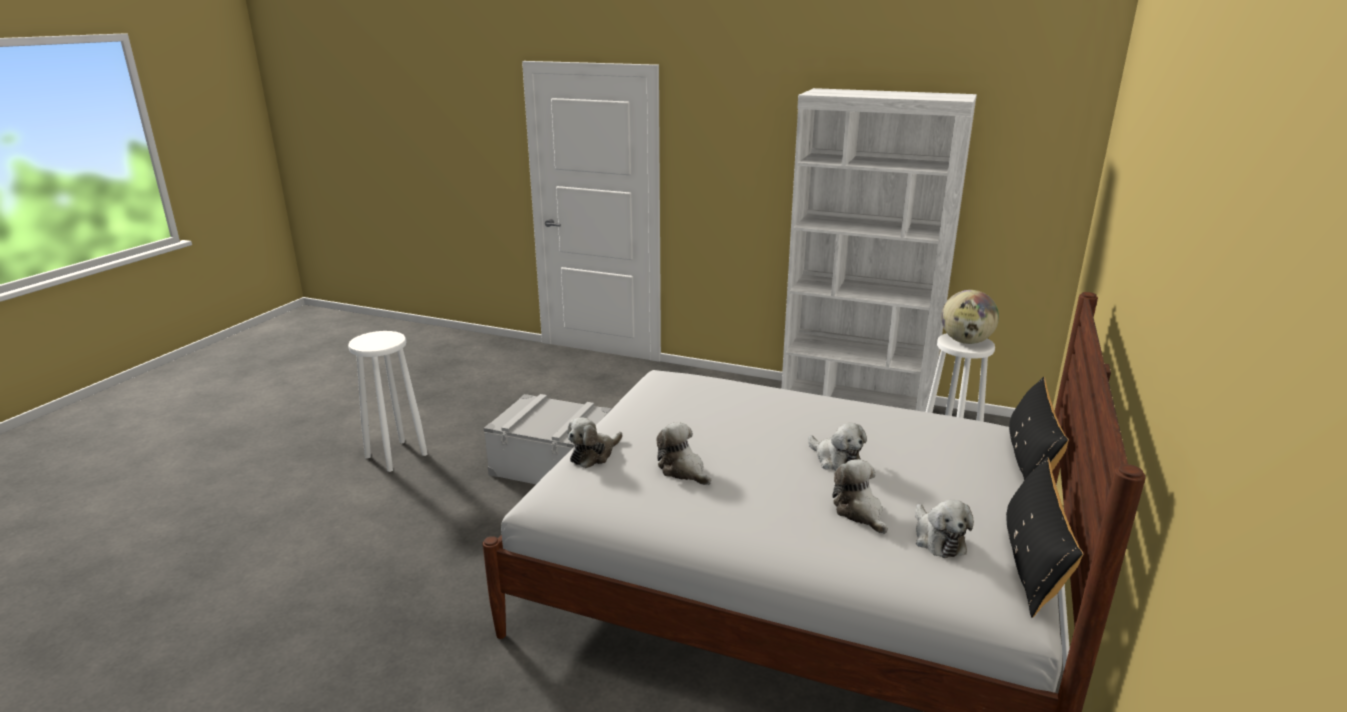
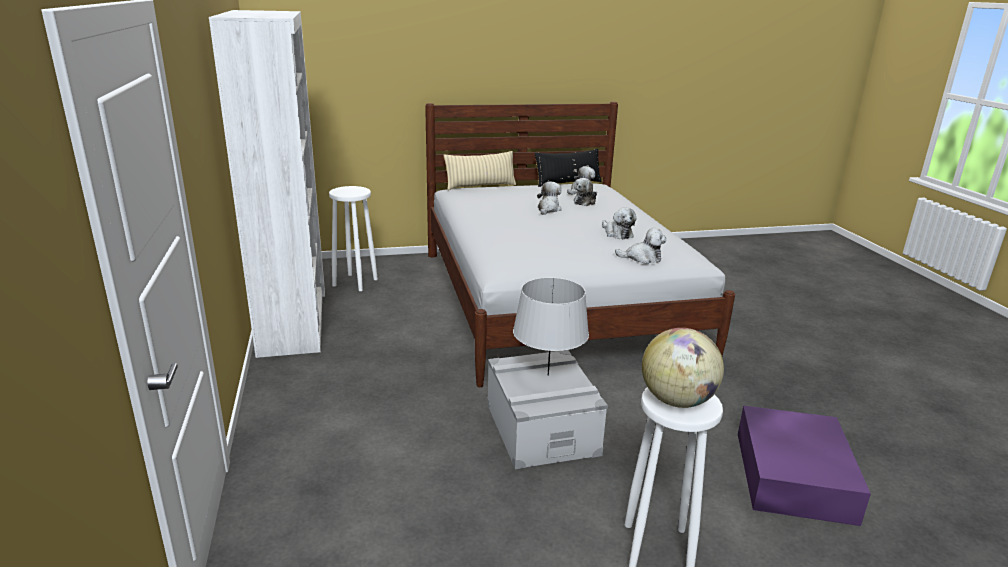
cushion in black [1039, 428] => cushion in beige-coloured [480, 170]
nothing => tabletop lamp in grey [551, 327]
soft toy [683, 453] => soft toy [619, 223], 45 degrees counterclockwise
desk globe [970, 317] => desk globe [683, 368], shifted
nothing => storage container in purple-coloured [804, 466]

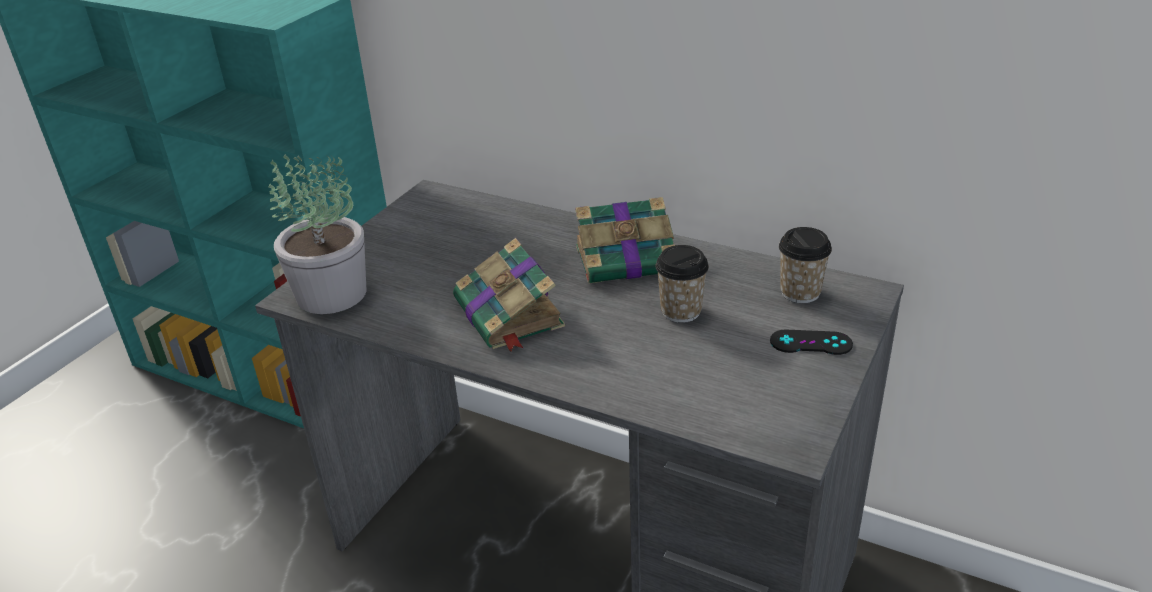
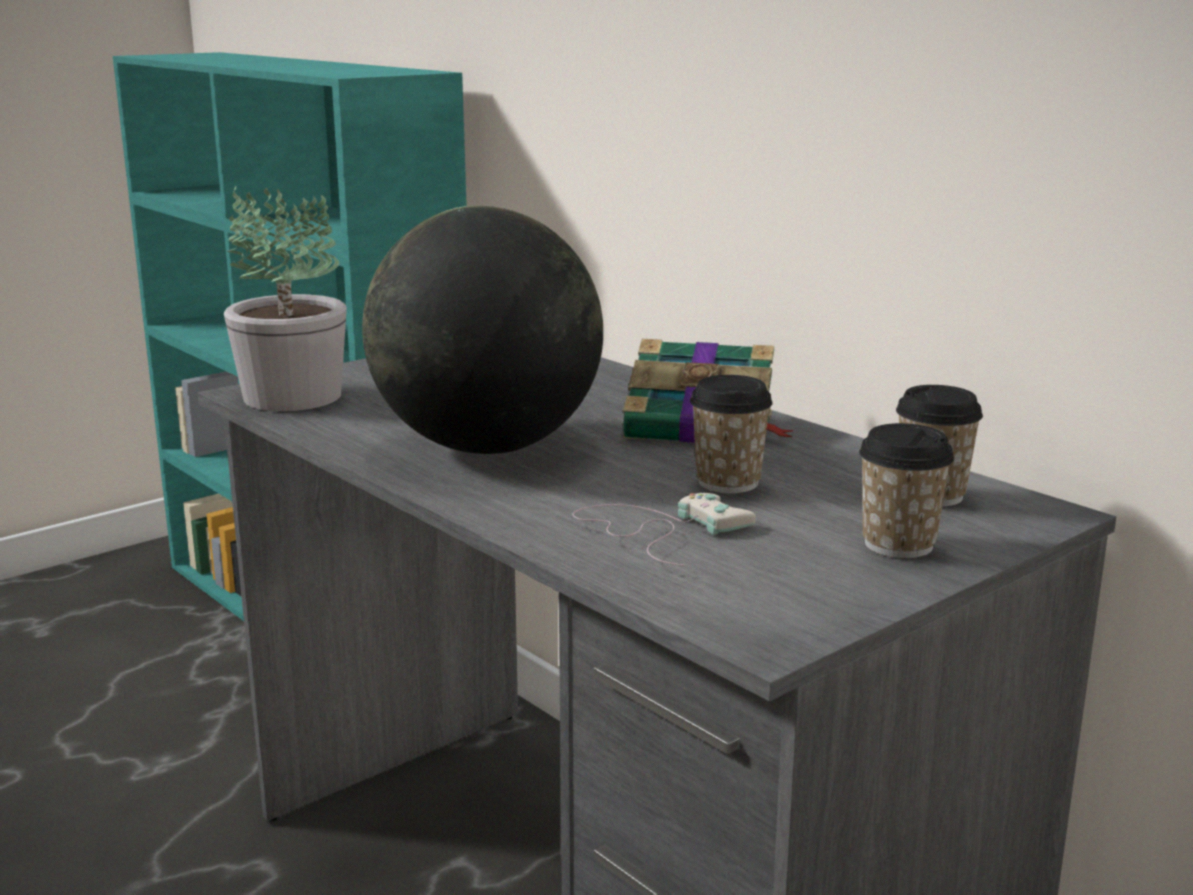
bound book [509, 295] => desk globe [482, 330]
nothing => gamepad in white [664, 529]
gamepad in black [811, 342] => small cup [906, 490]

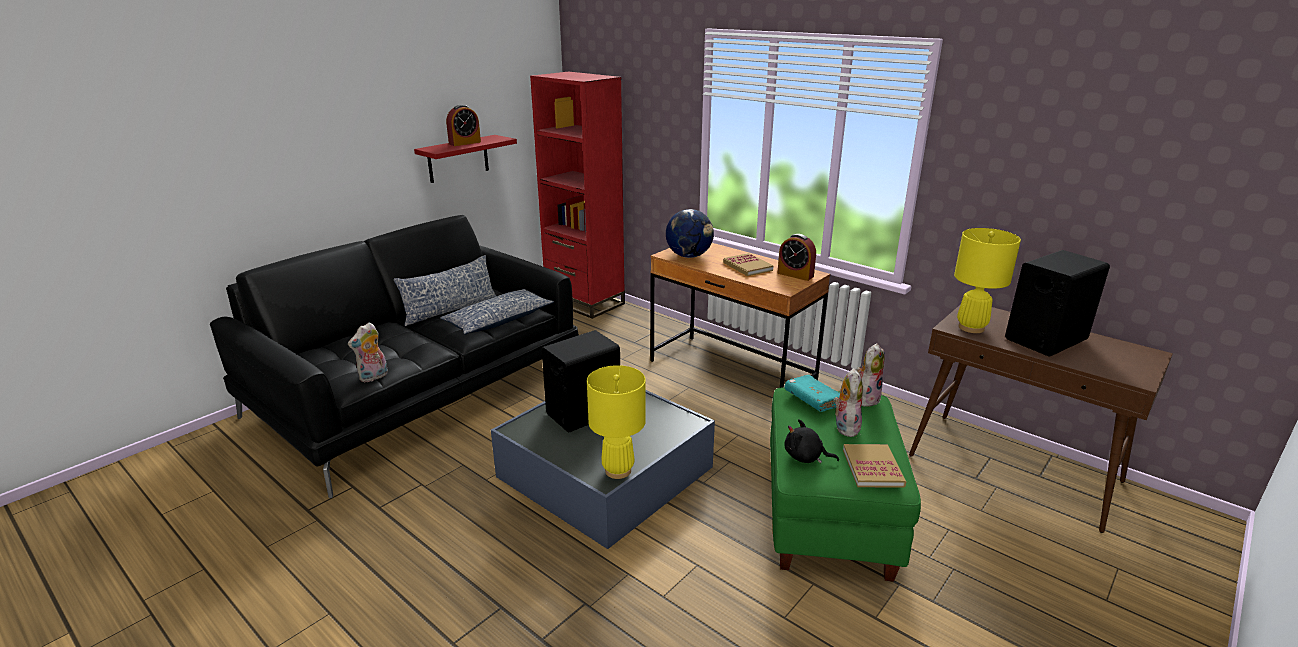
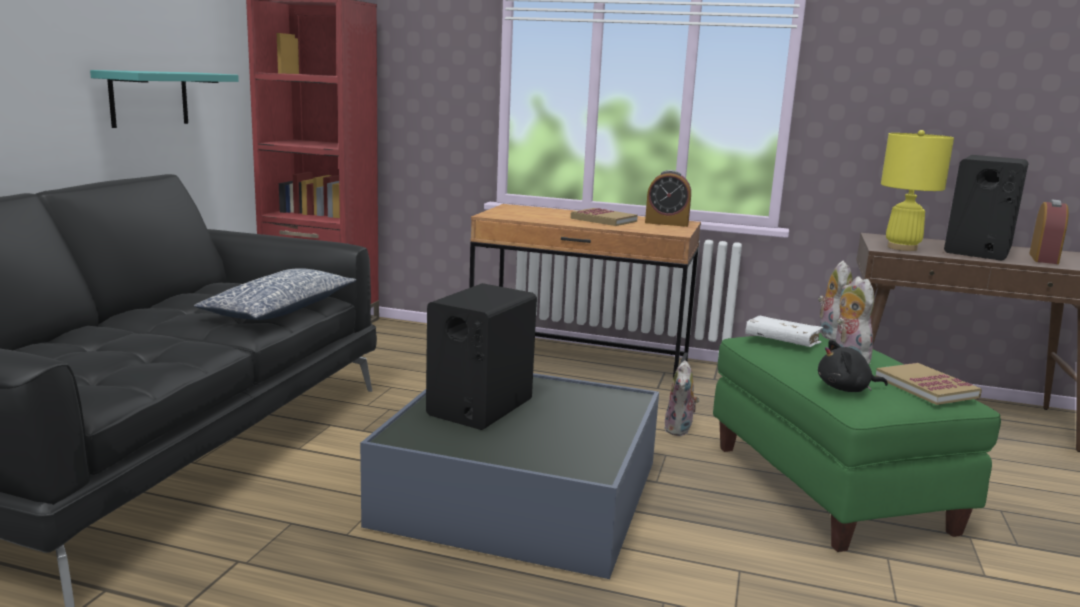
bracket shelf in red [465, 159] => bracket shelf in turquoise-coloured [164, 99]
soft toy [368, 352] => soft toy [682, 398], shifted
bound book in turquoise-coloured [812, 393] => bound book in white [784, 331]
alarm clock [463, 125] => alarm clock [1049, 232], shifted
cushion [445, 291] => nothing
tabletop lamp in yellow [616, 422] => nothing
desk globe [690, 233] => nothing

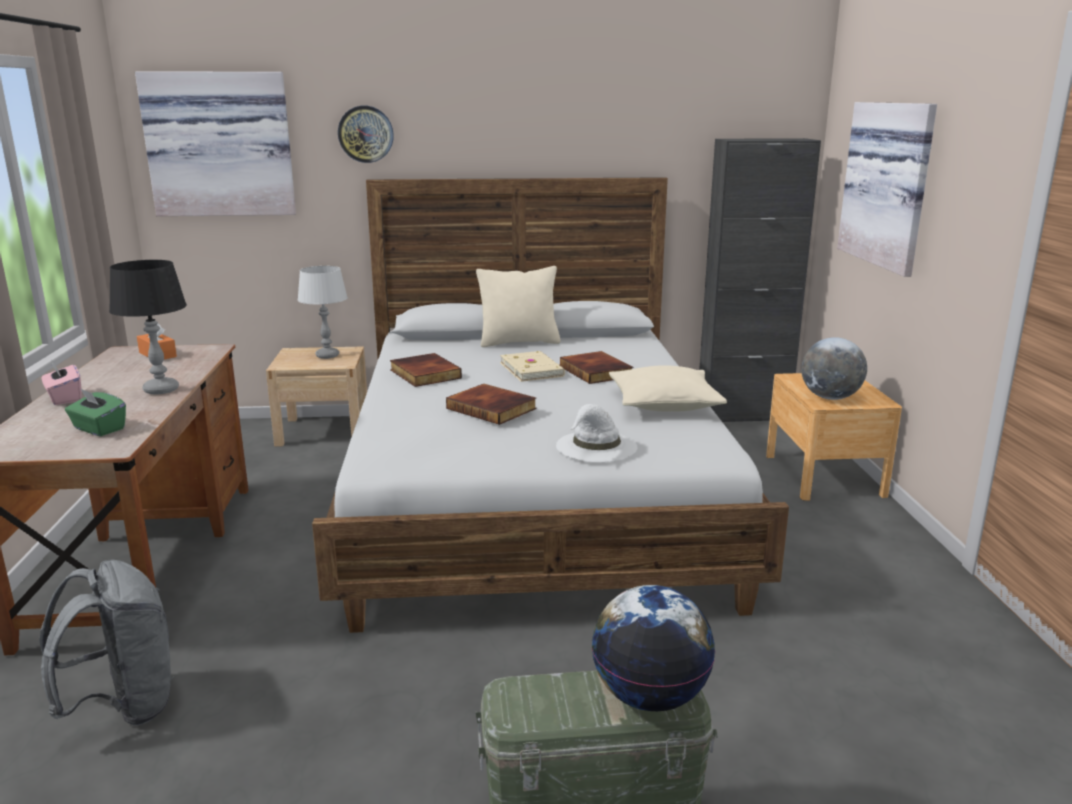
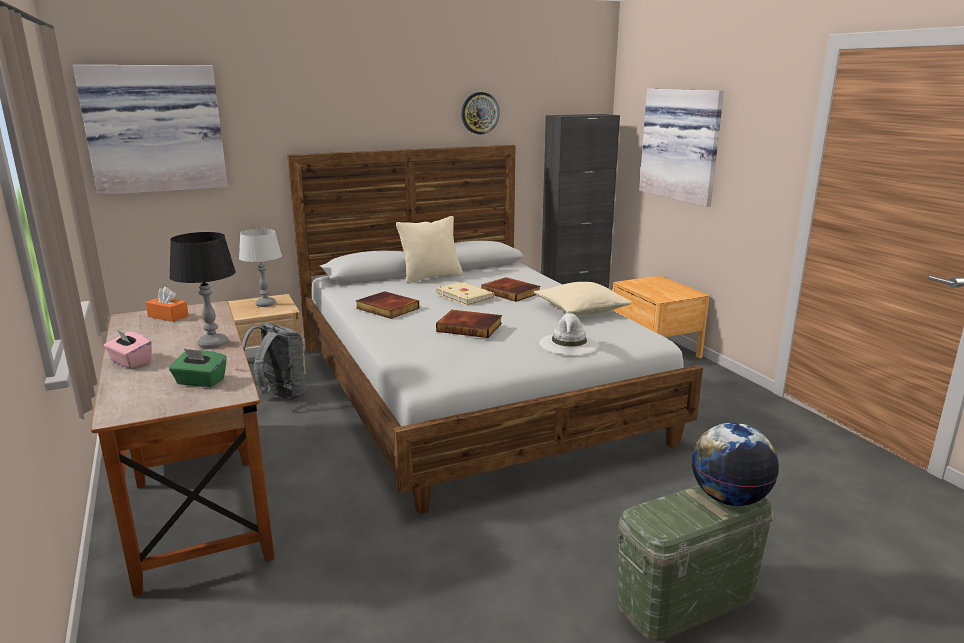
backpack in grey [106, 642] => backpack in grey [274, 361], shifted
wall clock [366, 134] => wall clock [480, 113], shifted
desk globe [834, 368] => nothing

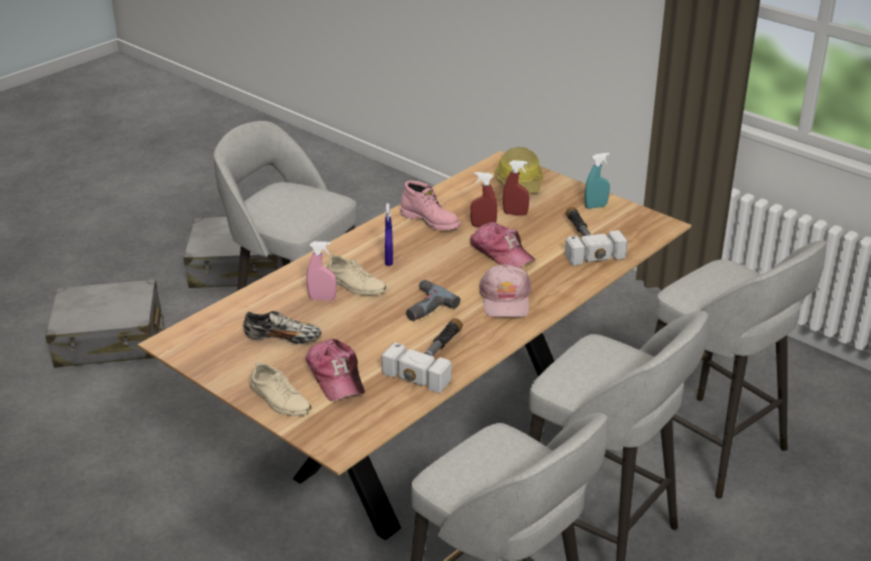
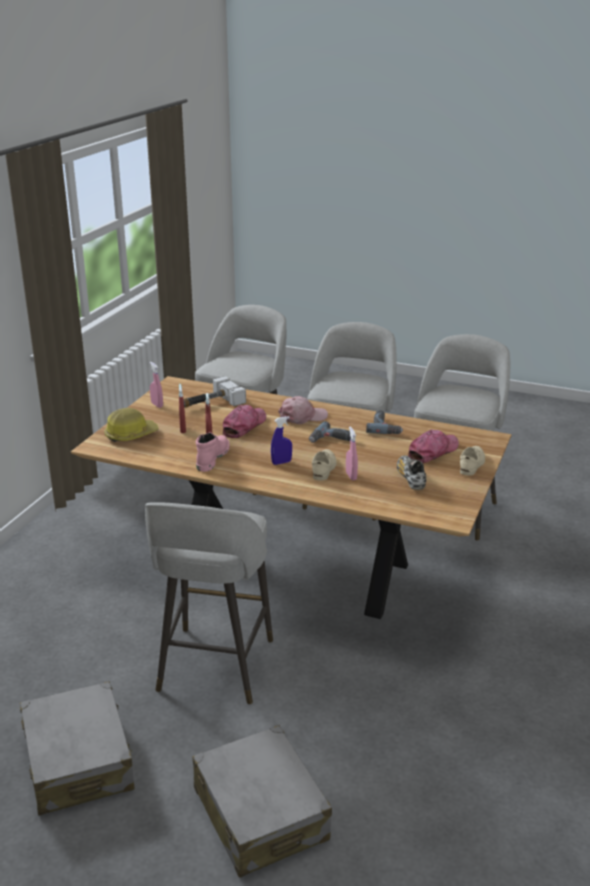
hand sprayer in turquoise-coloured [597, 181] => hand sprayer in pink-coloured [156, 385]
hammer [422, 355] => electric drill [384, 422]

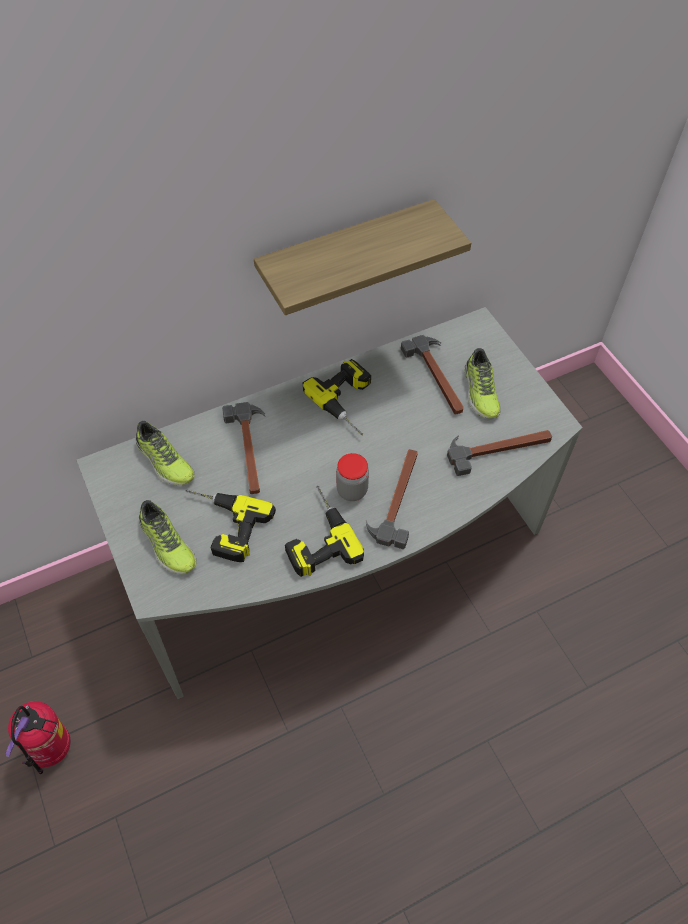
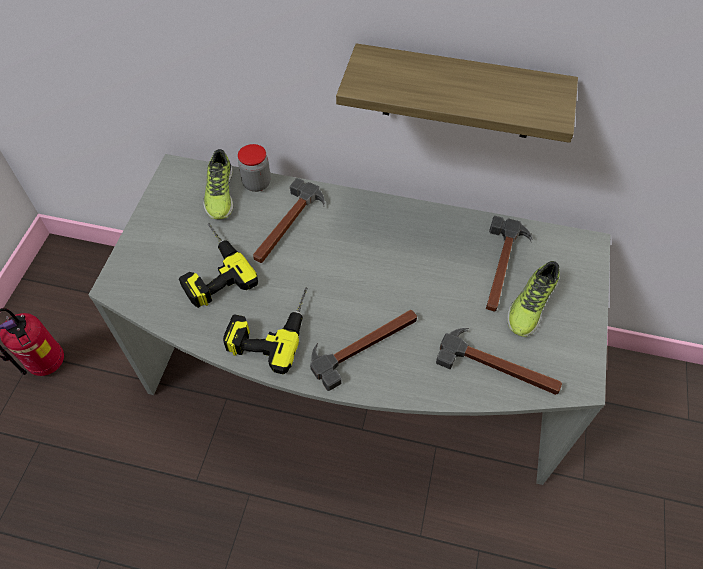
jar [352, 477] => jar [254, 168], shifted
item of footwear [168, 537] => nothing
electric drill [337, 397] => nothing

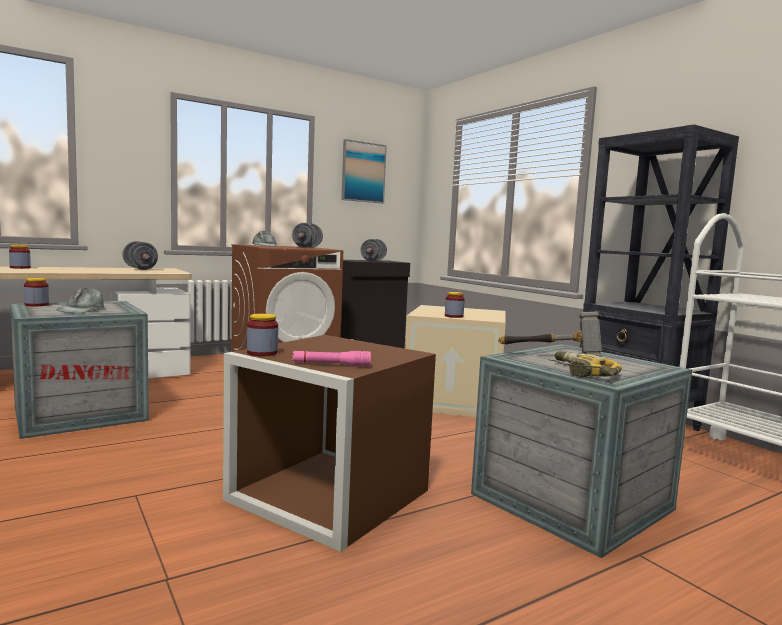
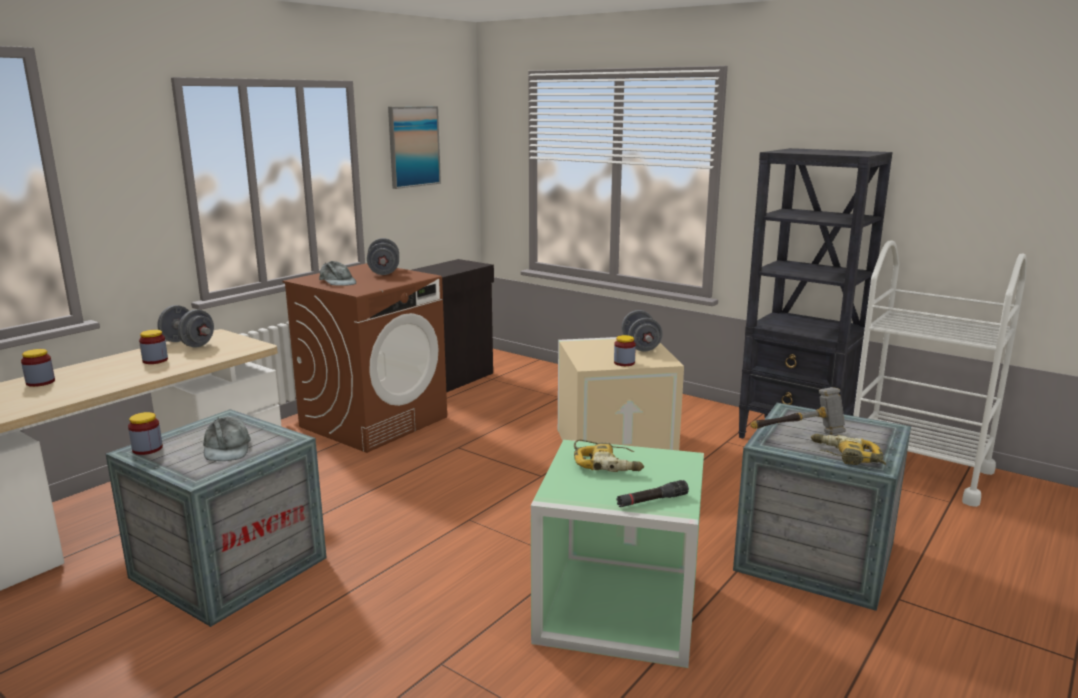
jar [262, 335] => jar [153, 347], shifted
storage container in brown [329, 443] => storage container in greenish [617, 554]
nothing => electric drill [609, 456]
torch in pink-coloured [331, 358] => torch in black [652, 493]
free weight in grey [374, 250] => free weight in grey [642, 331], shifted

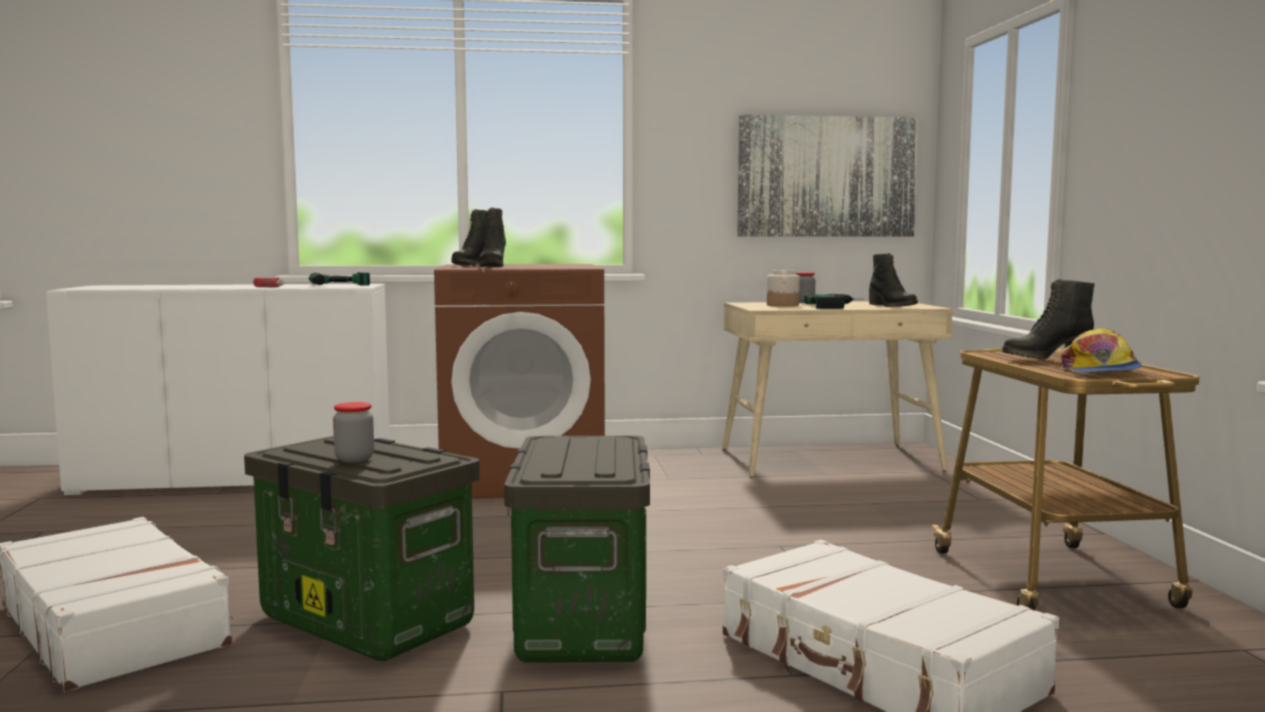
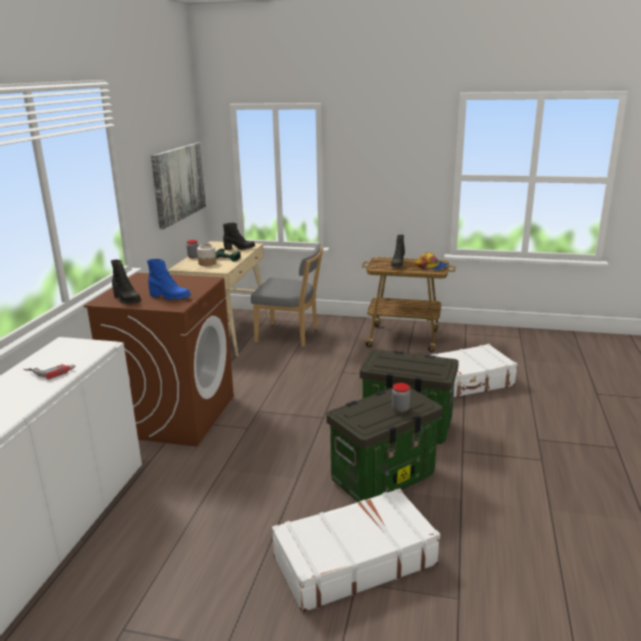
boot in black [492, 237] => boot in bluish [169, 279]
nothing => chair in grey [287, 295]
electric drill [339, 279] => nothing

